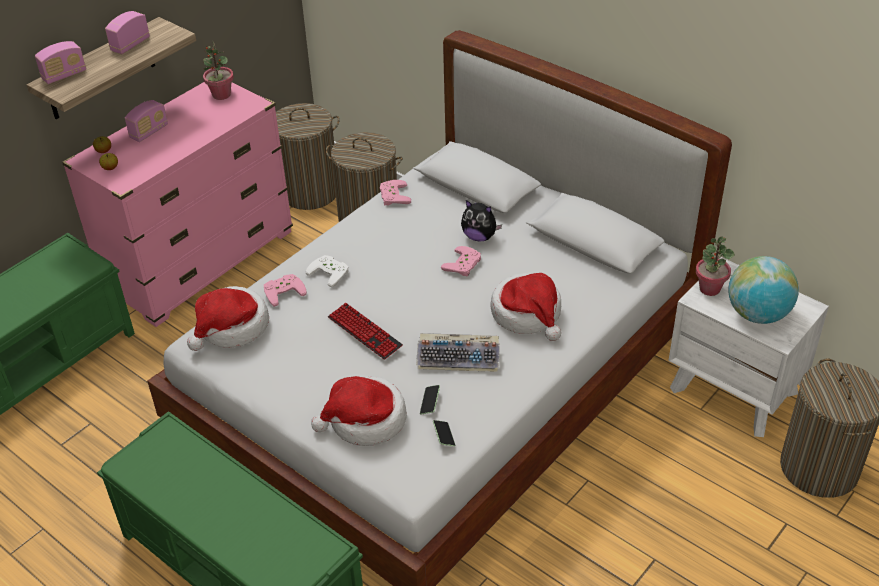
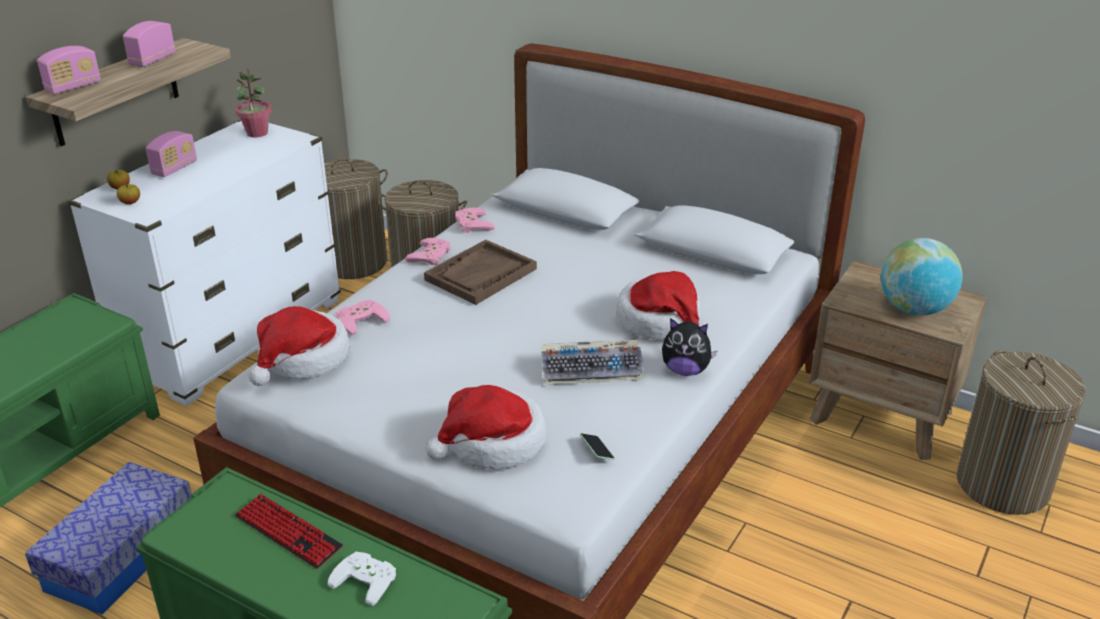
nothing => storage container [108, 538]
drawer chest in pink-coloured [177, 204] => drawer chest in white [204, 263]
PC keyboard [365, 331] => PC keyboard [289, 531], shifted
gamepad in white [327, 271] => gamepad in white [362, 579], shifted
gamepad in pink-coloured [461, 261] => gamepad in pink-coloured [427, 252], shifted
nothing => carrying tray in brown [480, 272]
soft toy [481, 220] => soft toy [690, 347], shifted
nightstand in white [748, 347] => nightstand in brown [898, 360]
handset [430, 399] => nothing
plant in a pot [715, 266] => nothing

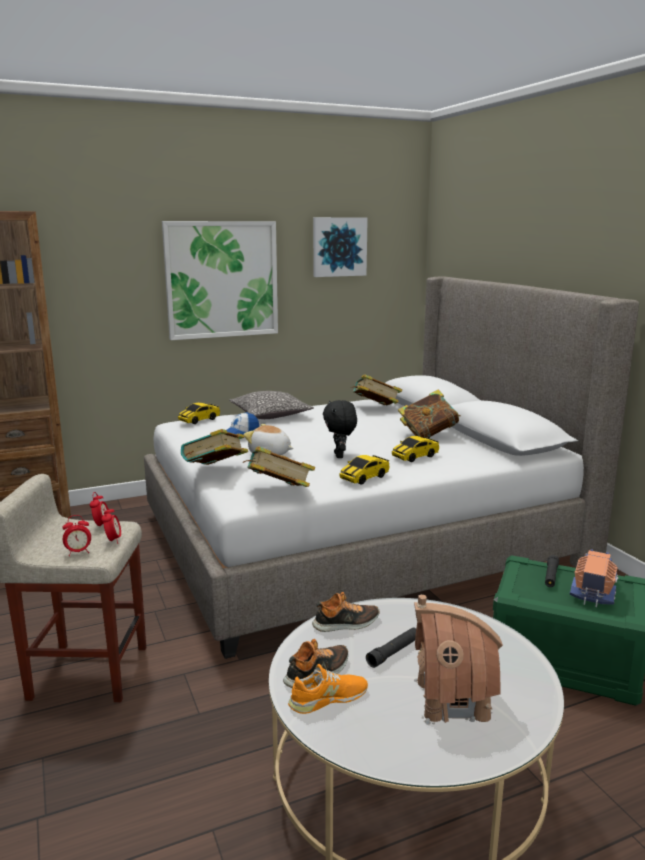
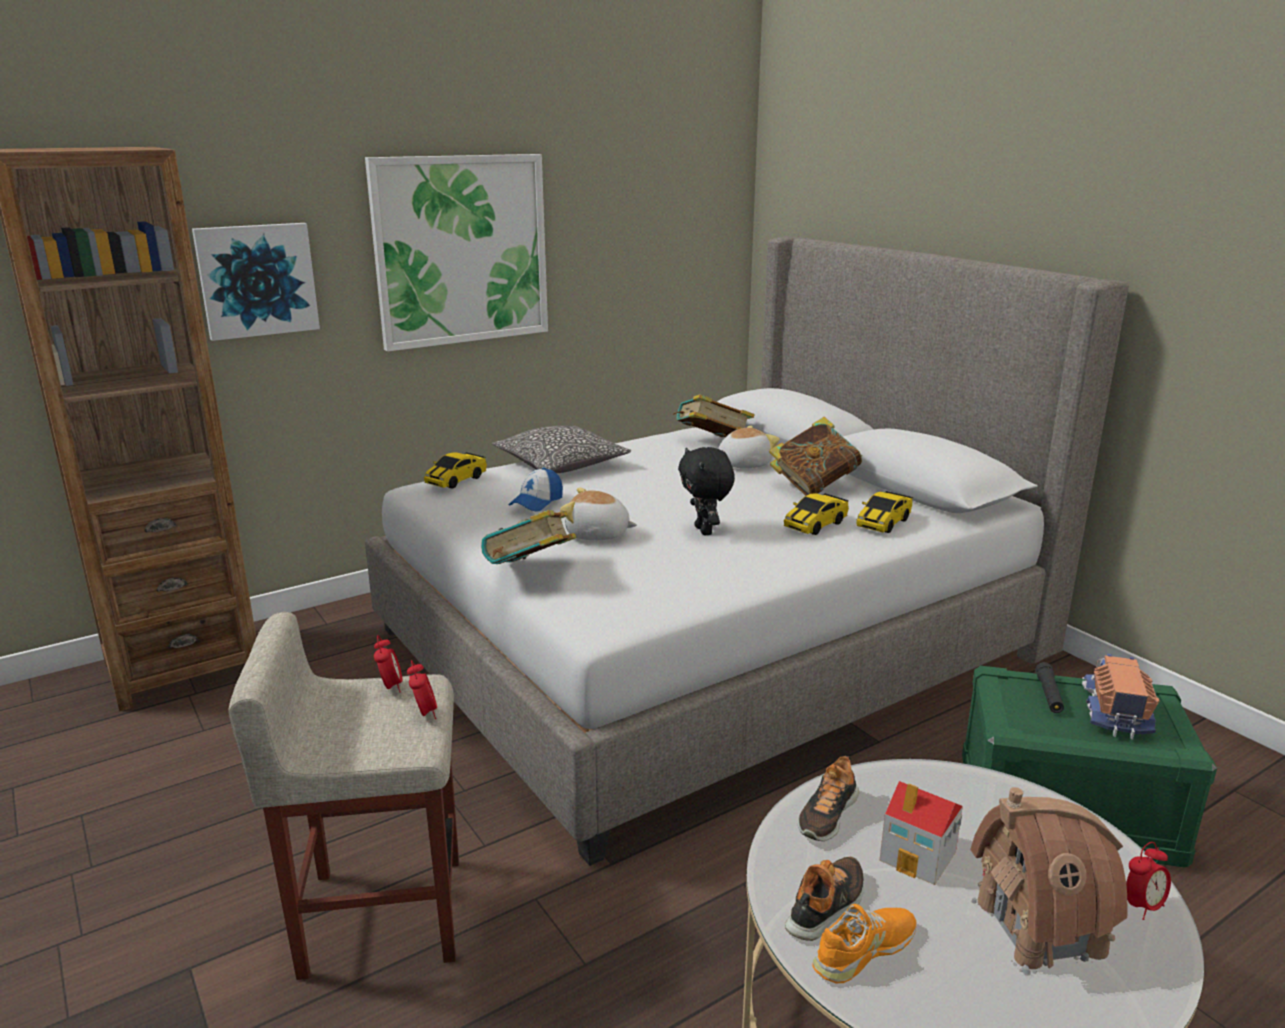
wall art [340, 247] => wall art [256, 282], shifted
nothing => soft toy [749, 446]
item of footwear [345, 612] => item of footwear [828, 798], 150 degrees clockwise
toy car [364, 470] => toy car [884, 512], shifted
torch in black [391, 648] => model house [921, 833]
alarm clock [76, 535] => alarm clock [1148, 881], shifted
bound book [279, 466] => nothing

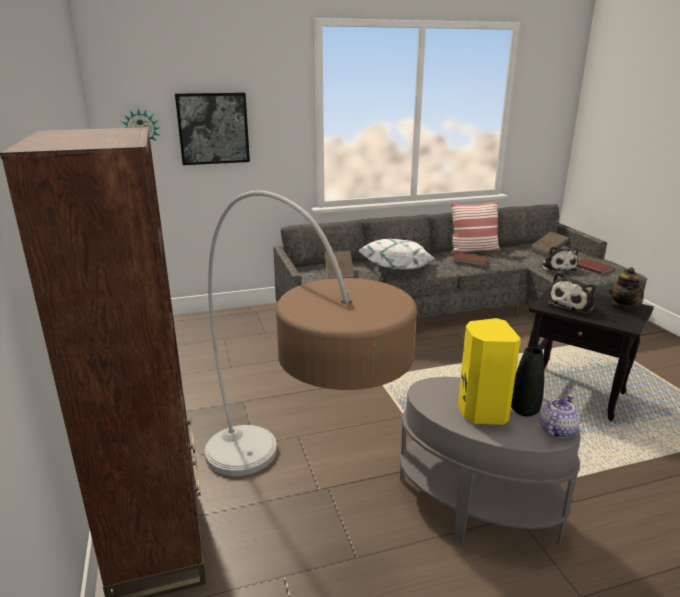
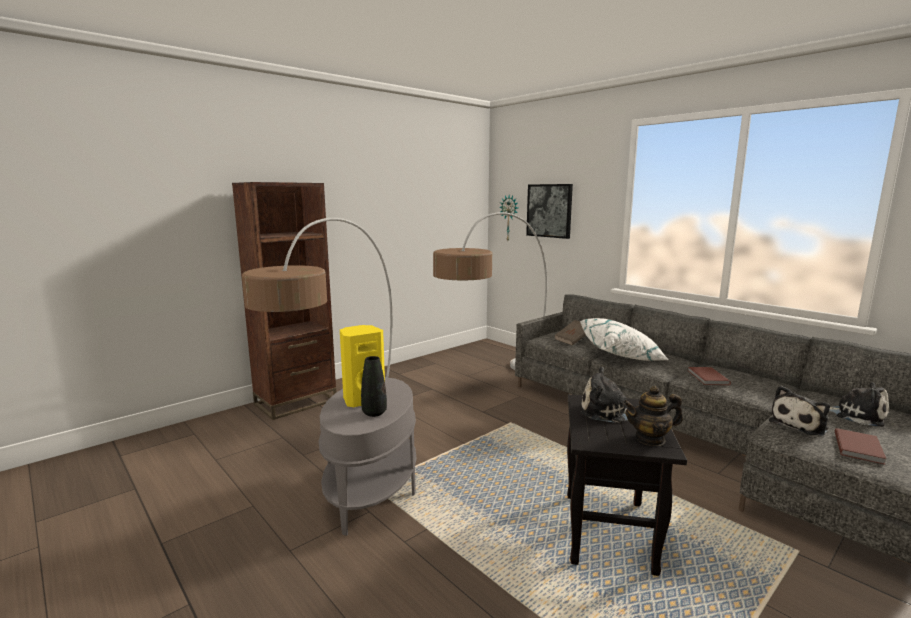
nothing => standard lamp [490, 291]
bound book in brown [550, 243] => soft toy [859, 404]
cushion [475, 227] => nothing
tea pot [560, 416] => nothing

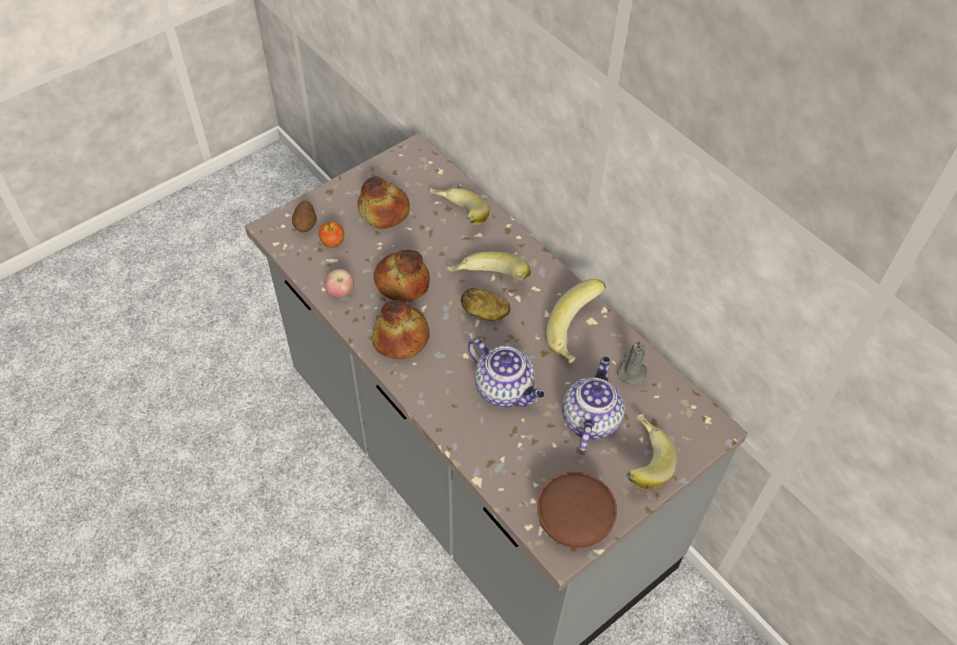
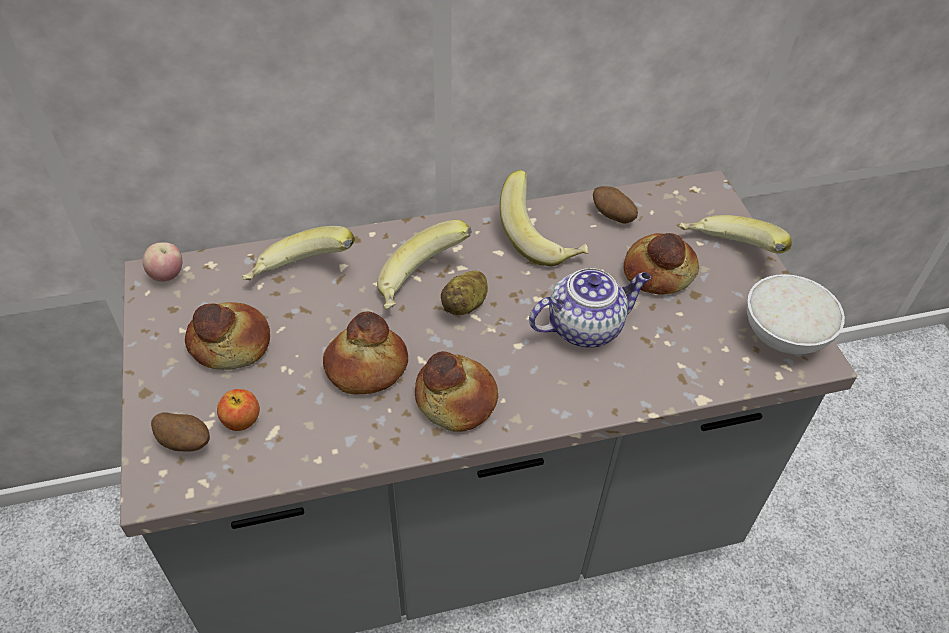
apple [339, 283] => apple [162, 262], shifted
wax candle in grey [632, 363] => spud [615, 205]
tea pot [593, 403] => bakery bread [661, 264]
bowl in brown [577, 509] => bowl in white [796, 314]

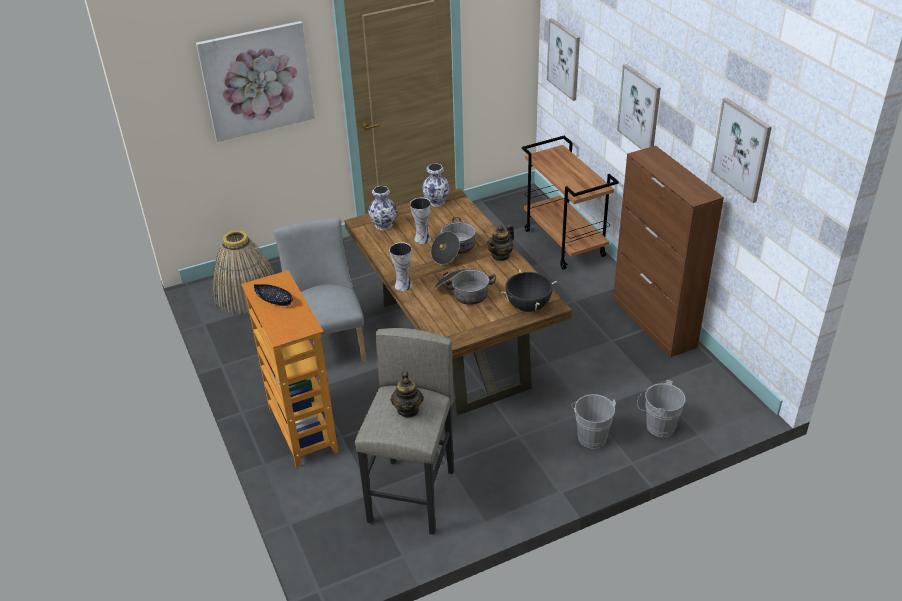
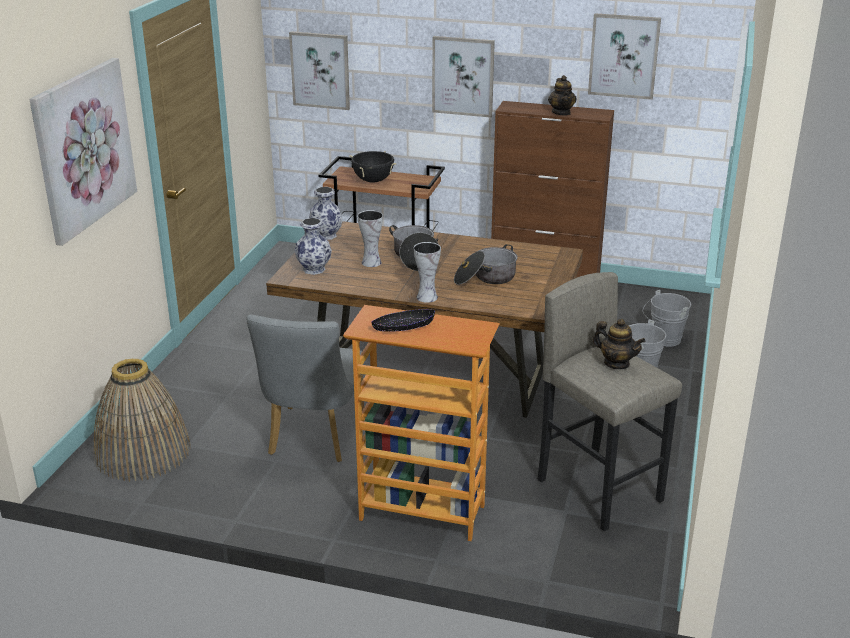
chair in grey [320, 290] => chair in grey [306, 388], 105 degrees counterclockwise
saucepot in black [529, 291] => saucepot in black [373, 167], shifted
tea pot [500, 242] => tea pot [562, 95], shifted

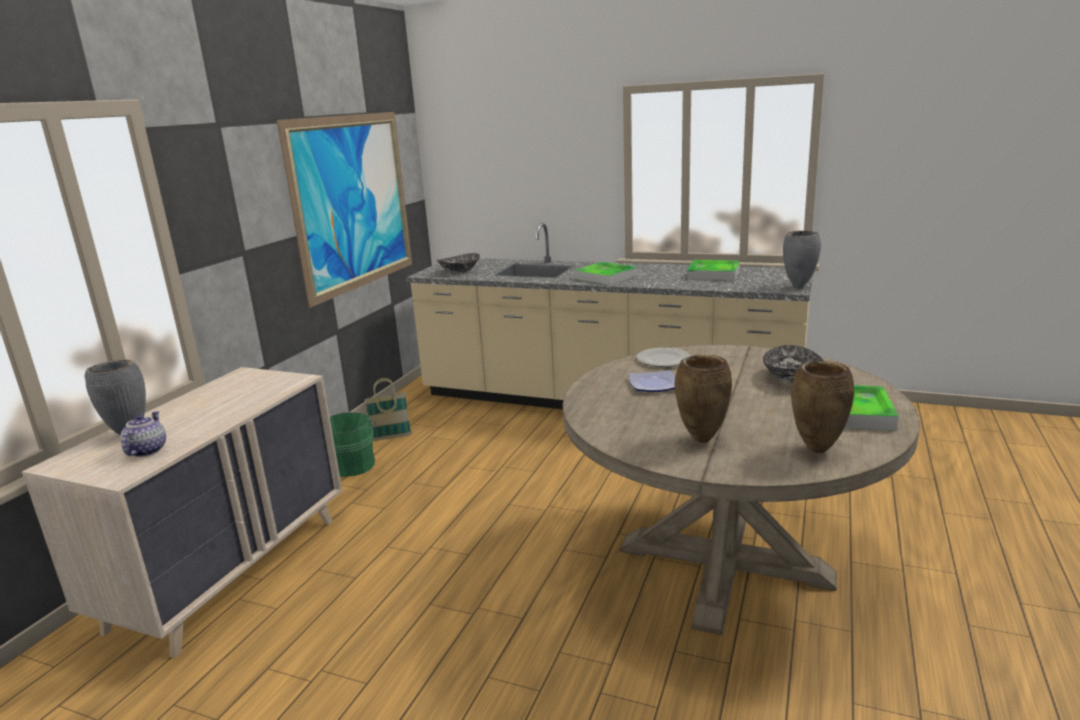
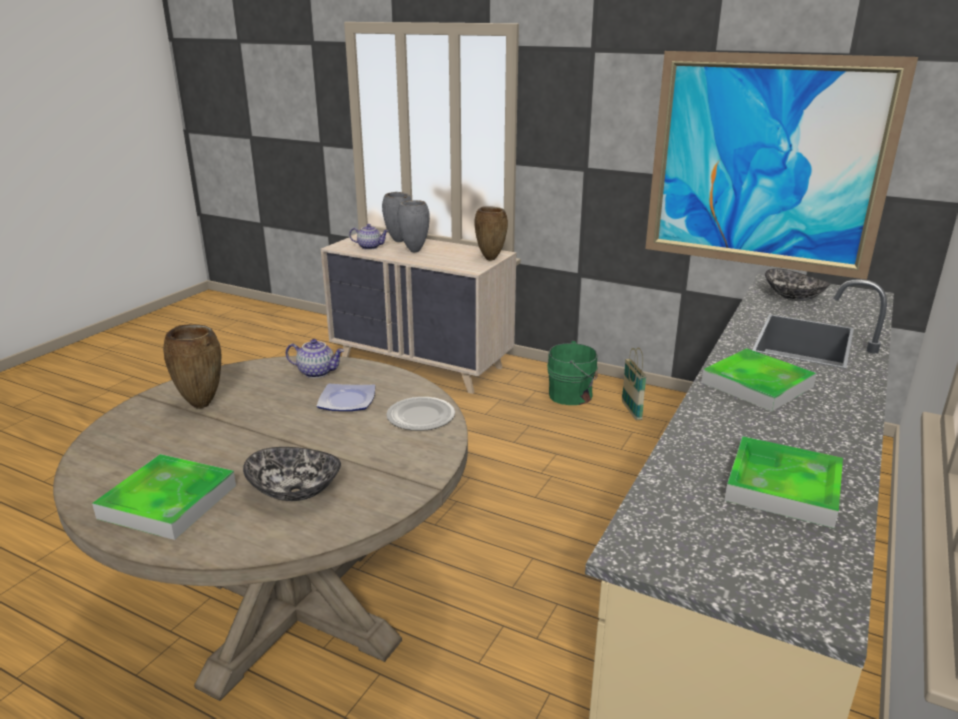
nothing => tea pot [315, 358]
vase in grey [802, 259] => vase in grey [413, 226], shifted
vase in brown [822, 407] => vase in brown [491, 233], shifted

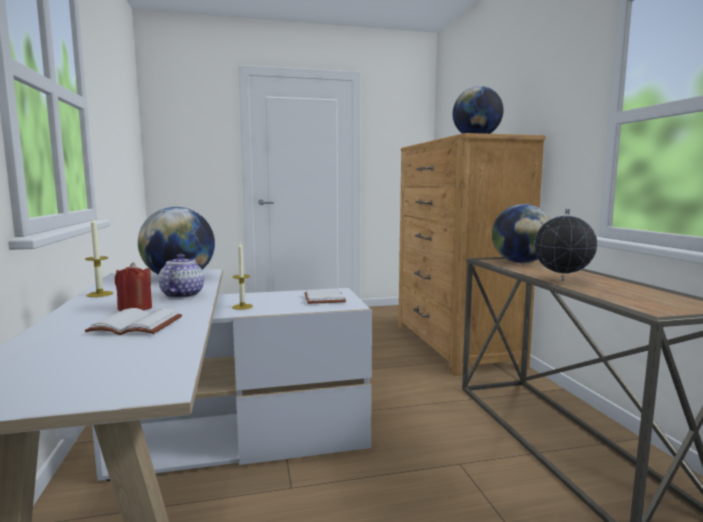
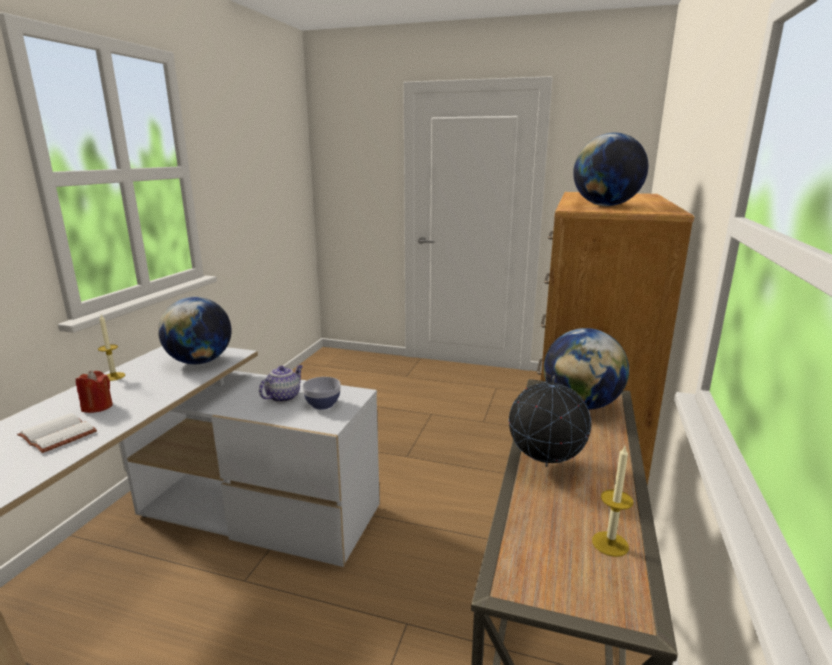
tea pot [181, 276] => tea pot [281, 383], shifted
bound book in white [325, 296] => bowl [321, 393]
wax candle [242, 276] => wax candle [613, 501], shifted

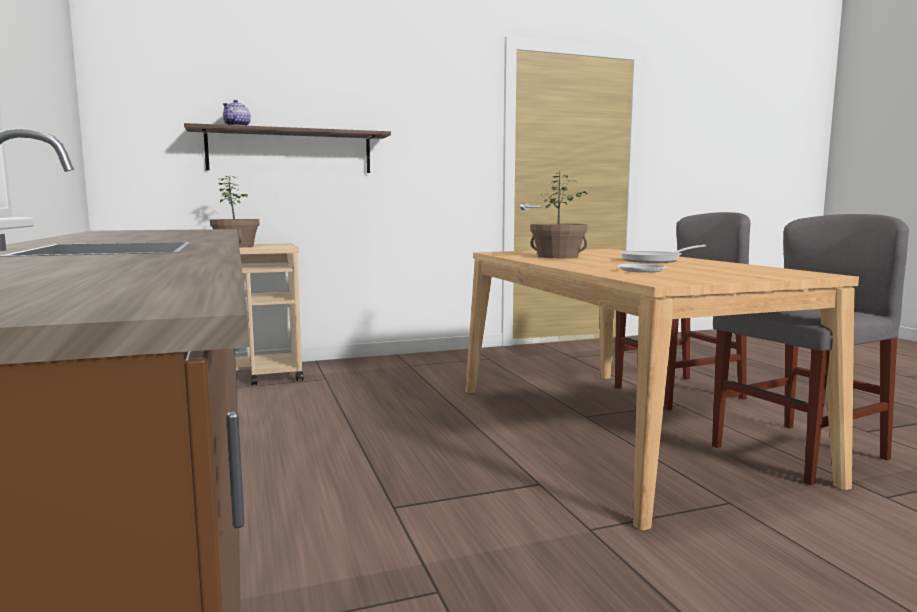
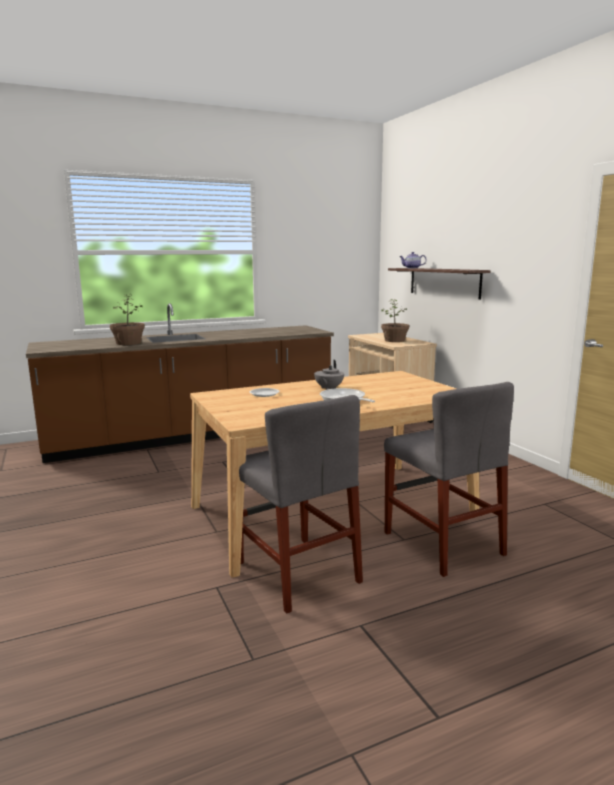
plant in a pot [559, 215] => plant in a pot [127, 319], shifted
nothing => tea pot in grey [329, 375]

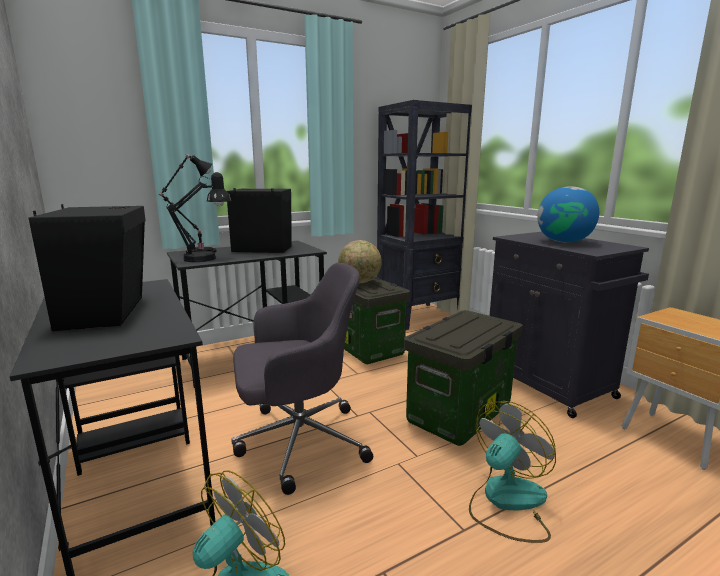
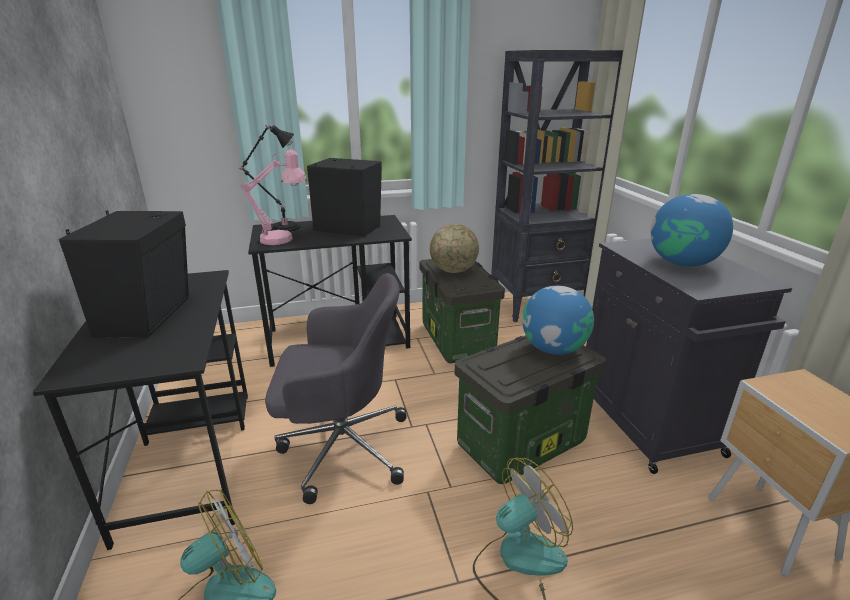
tabletop lamp in black [198, 217] => tabletop lamp in pink-coloured [274, 197]
nothing => desk globe [558, 320]

